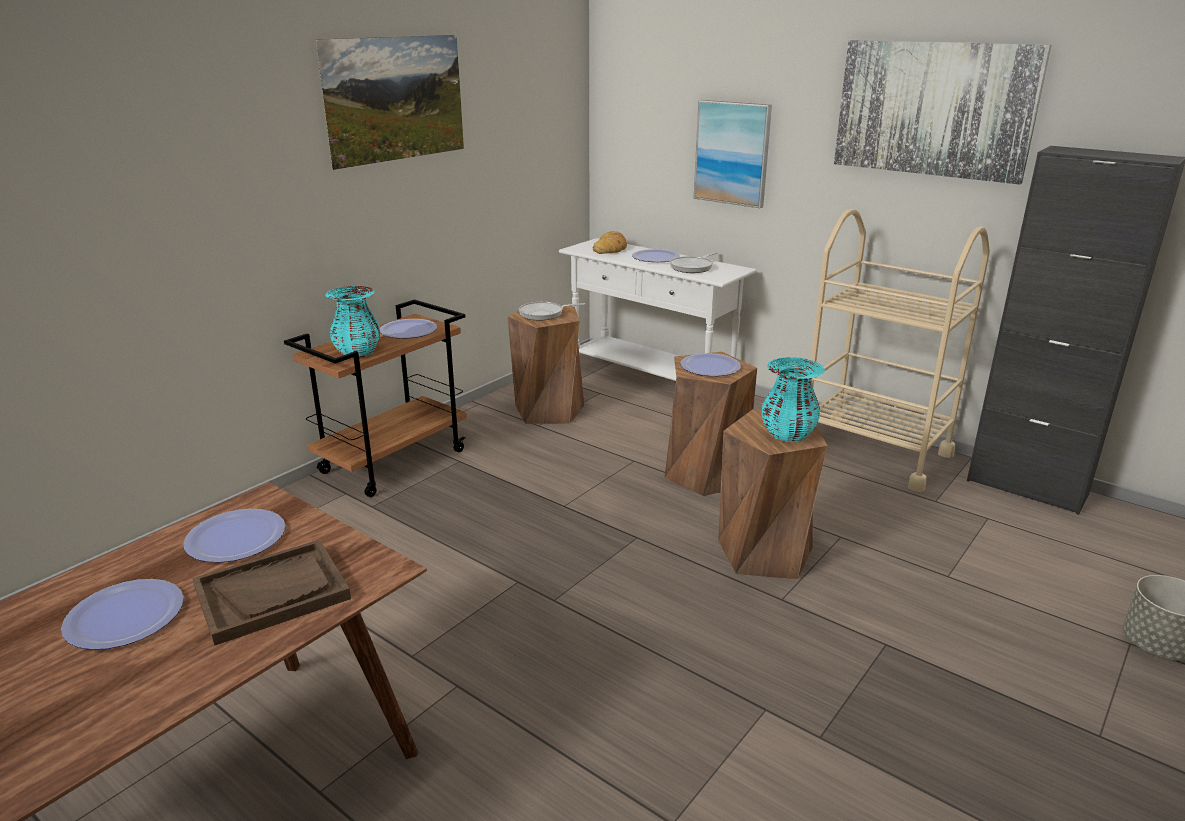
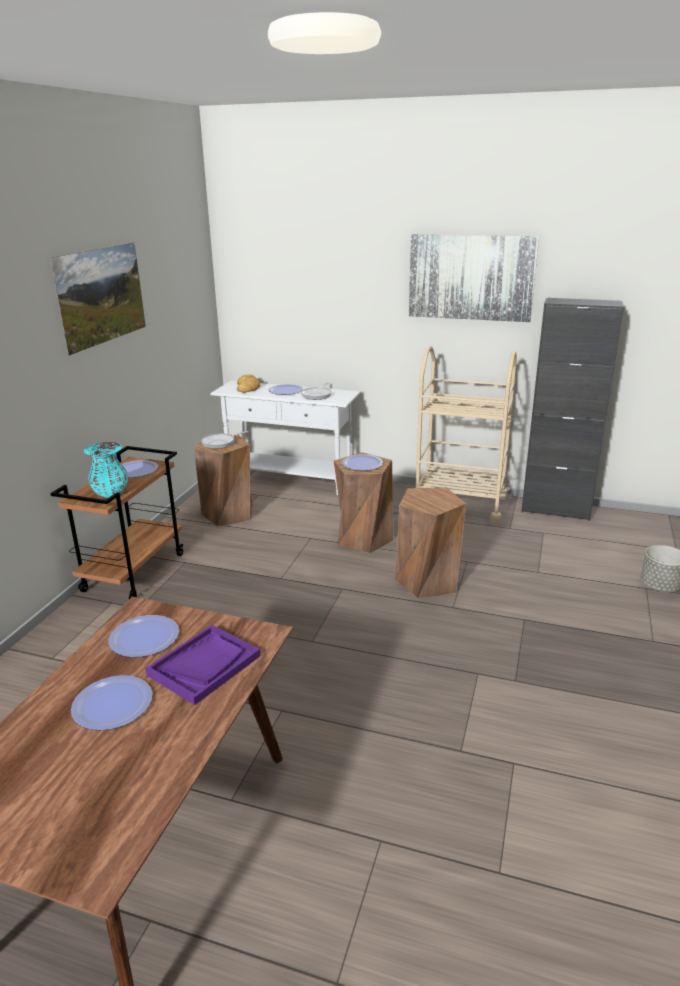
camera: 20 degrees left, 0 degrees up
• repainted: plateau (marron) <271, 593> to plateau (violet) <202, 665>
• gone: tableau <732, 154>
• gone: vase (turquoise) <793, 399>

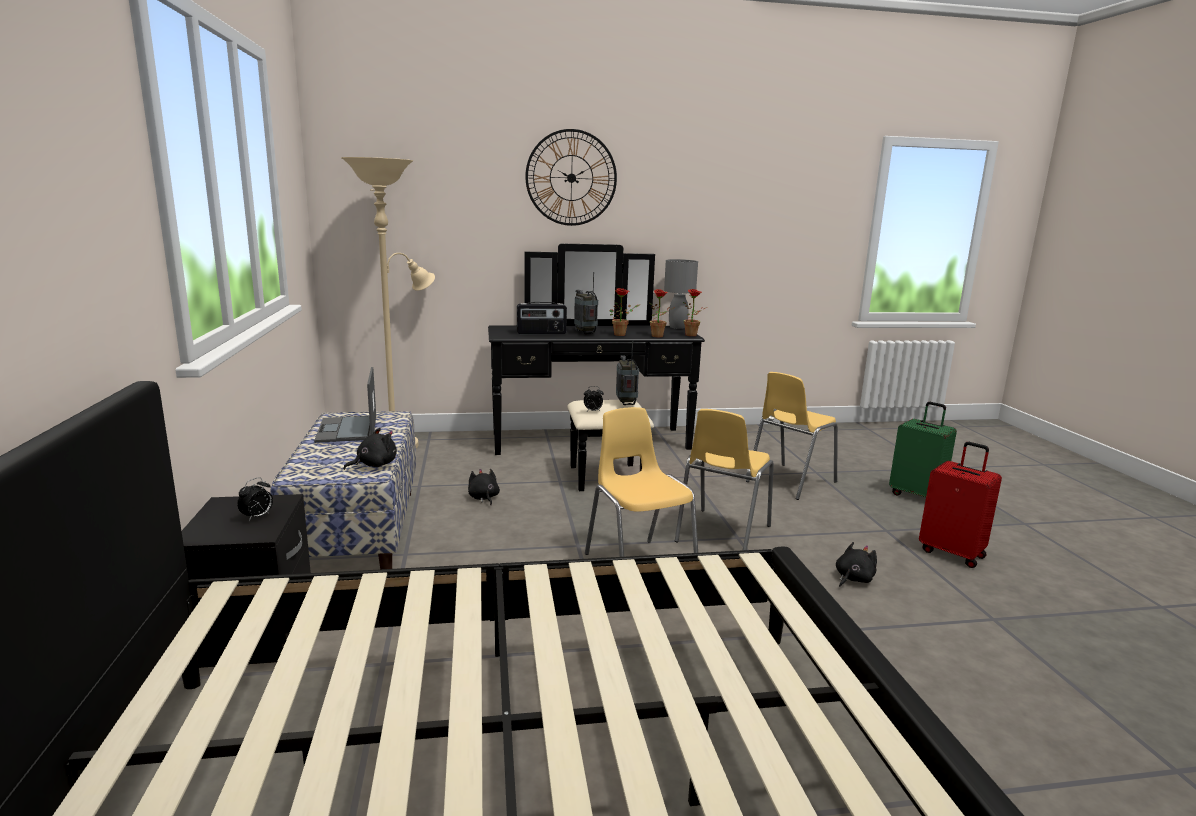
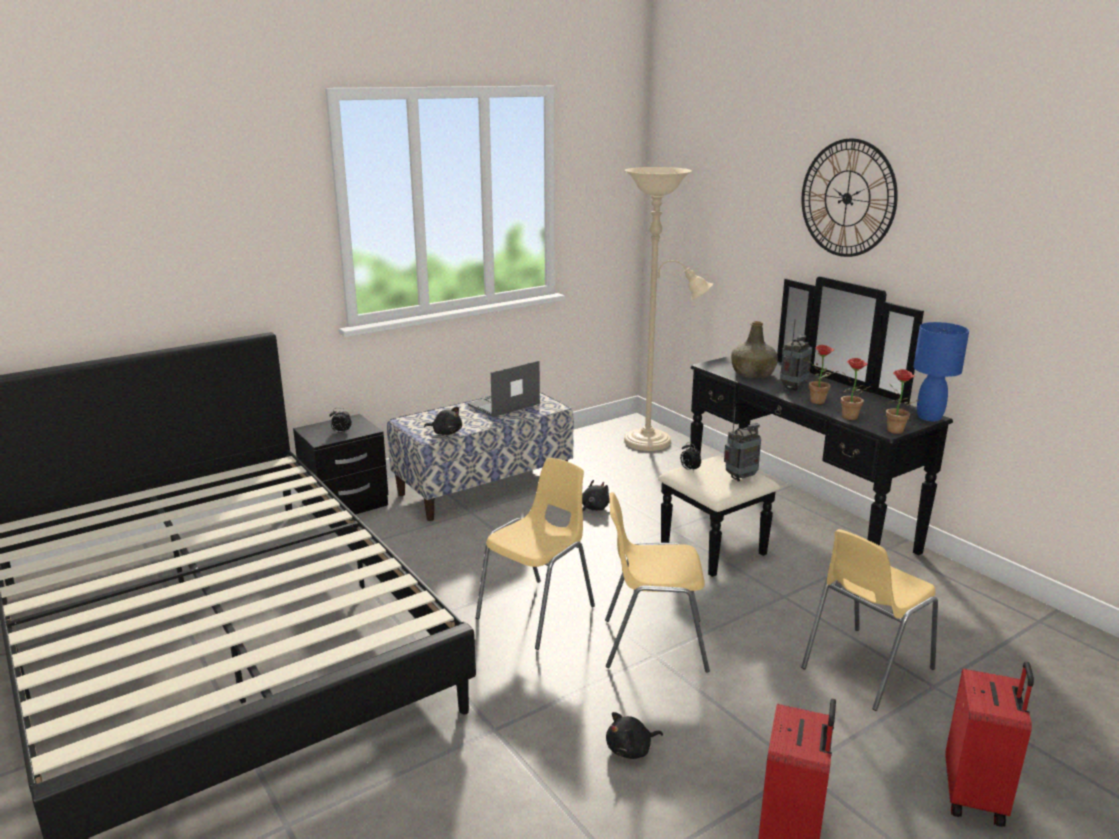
camera: 65 degrees right, 5 degrees up
• rotated: peluche (noir) <856, 564> = <634, 735> 135 degrees clockwise
• swapped: radio <542, 318> to bouteille (vert) <754, 349>
• rotated: chaise (jaune) <792, 436> = <869, 620> 60 degrees counterclockwise
• repainted: lampe de table (gris) <681, 294> to lampe de table (bleu) <941, 371>
• repainted: valise (vert) <923, 449> to valise (rouge) <989, 744>

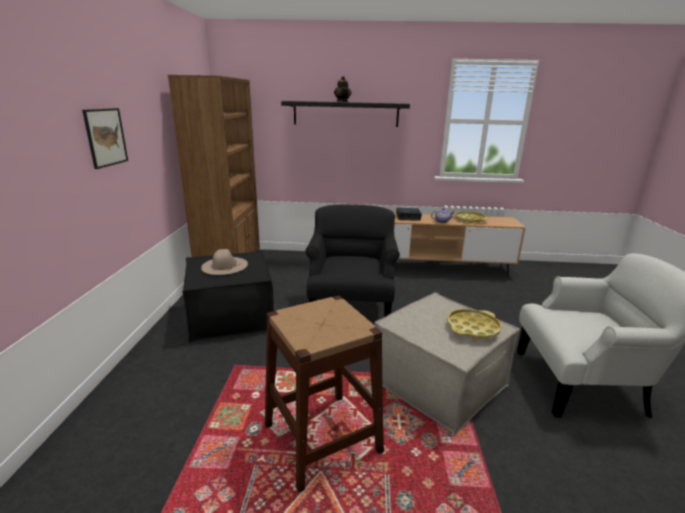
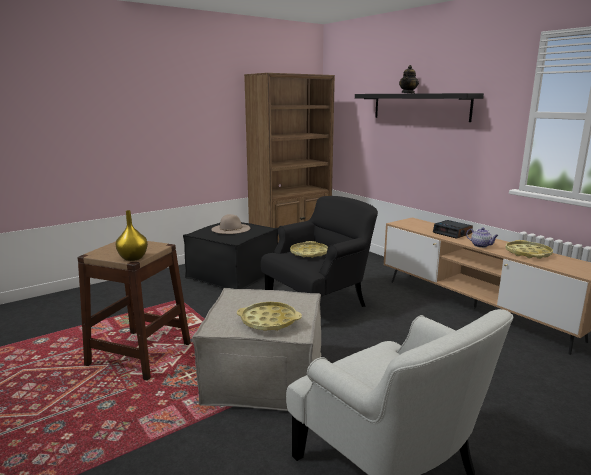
camera: 50 degrees right, 5 degrees down
• new: vase (jaune) <132, 235>
• new: plateau (jaune) <309, 249>
• gone: tableau <105, 138>

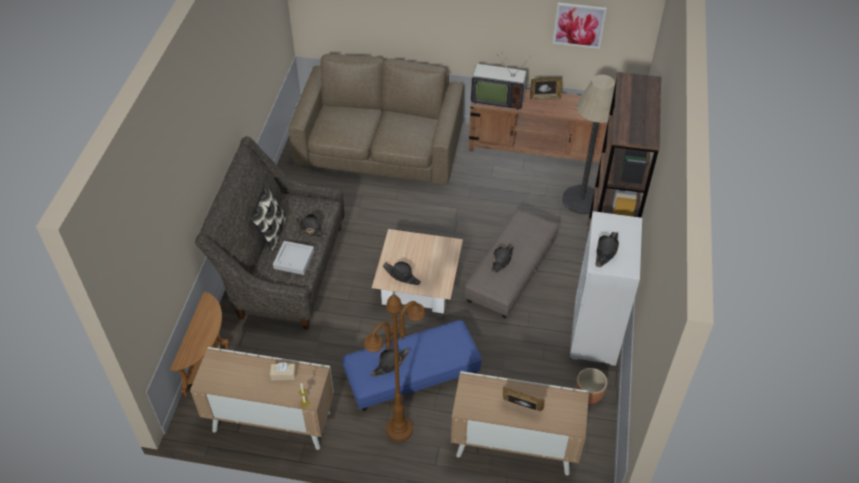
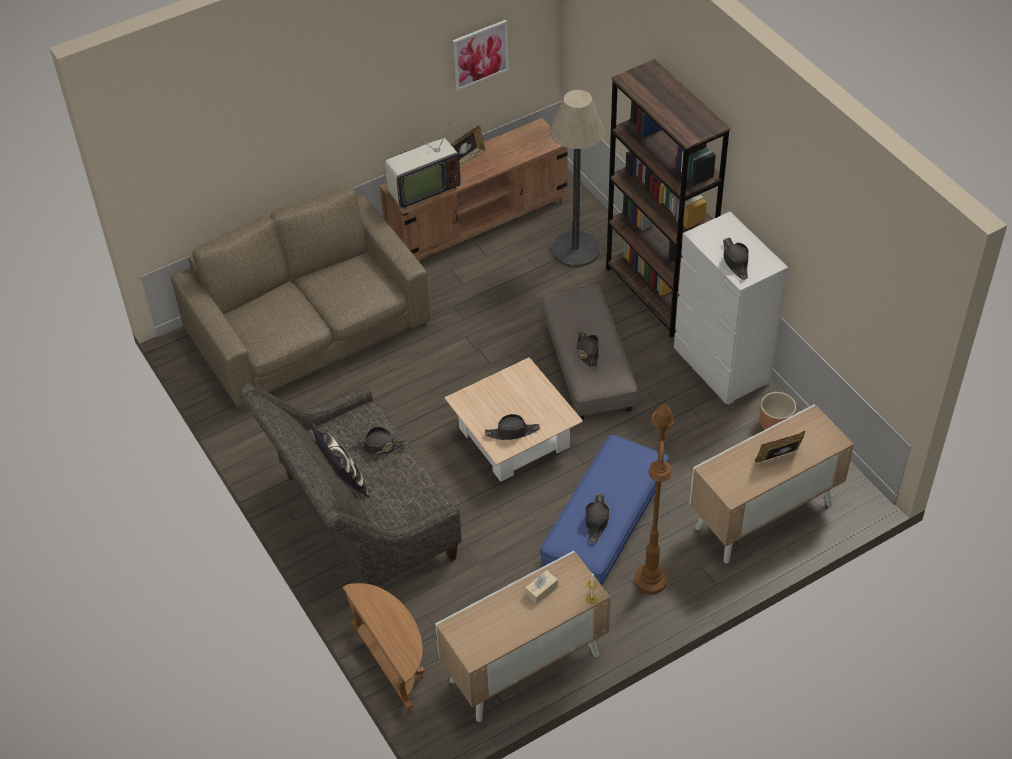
camera: 40 degrees left, 0 degrees up
• gone: plateau (gris) <293, 258>

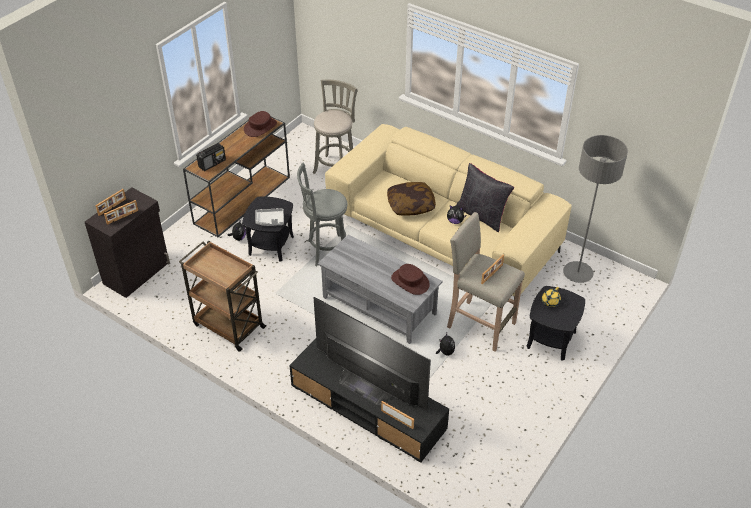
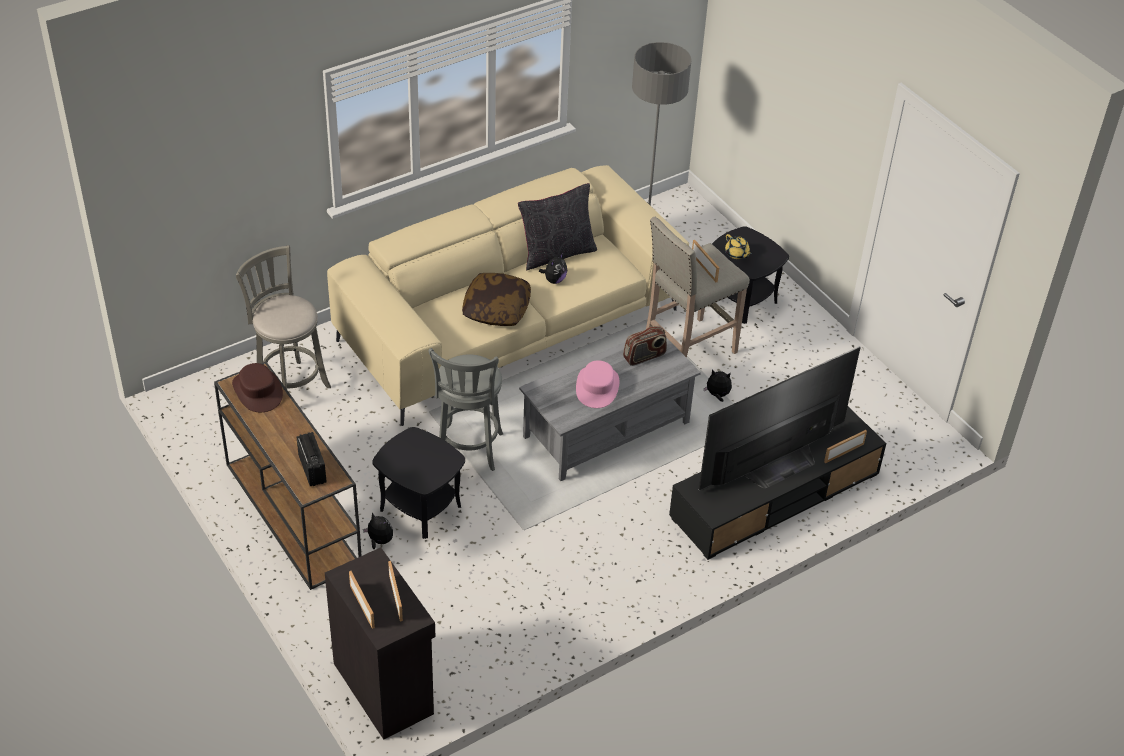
camera: 70 degrees left, 0 degrees up
• new: chapeau (rose) <597, 384>
• swapped: chapeau (marron) <410, 279> to radio <645, 346>
• gone: chariot (marron) <222, 296>
• gone: plateau (gris) <269, 217>

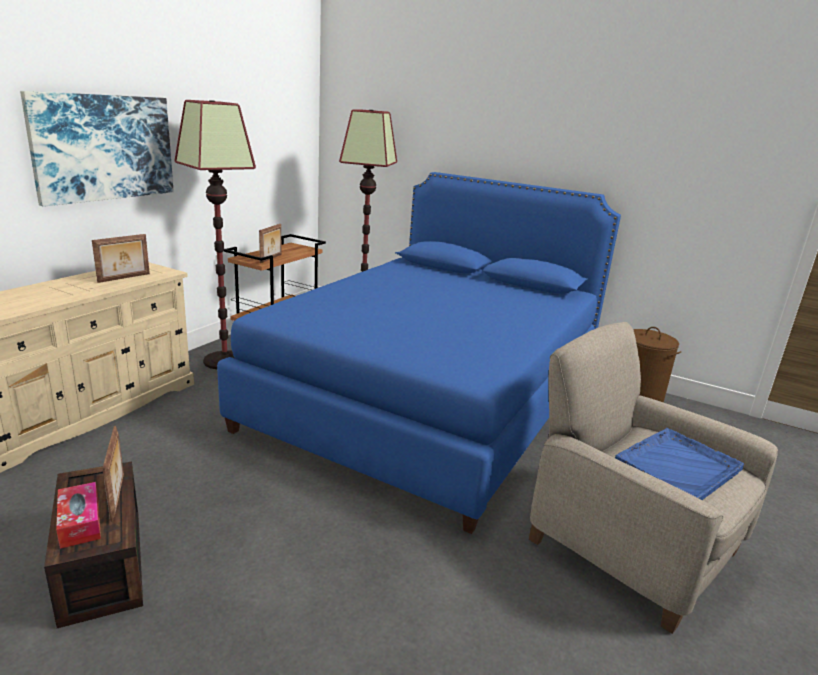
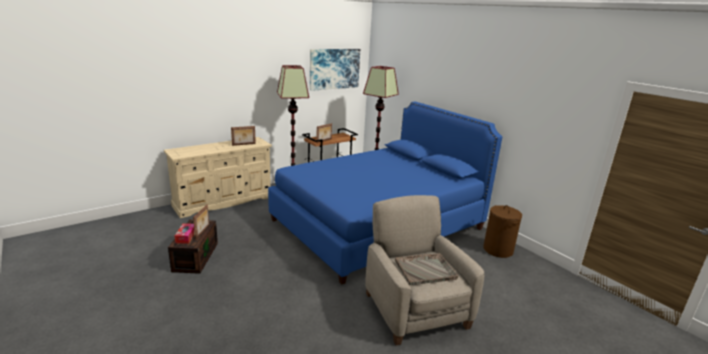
camera: 25 degrees right, 0 degrees up
• shifted: tableau <97, 149> to <335, 70>
• repainted: plateau (bleu) <679, 464> to plateau (gris) <426, 269>

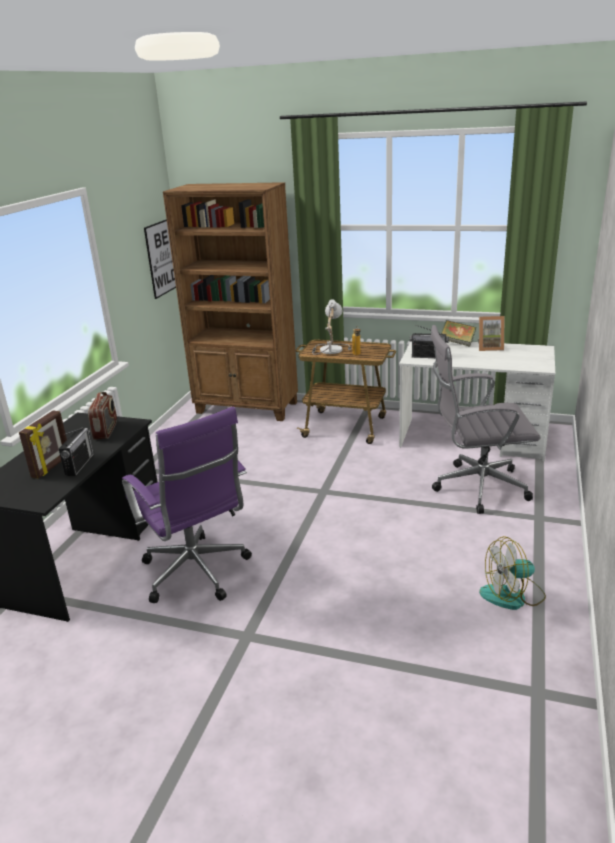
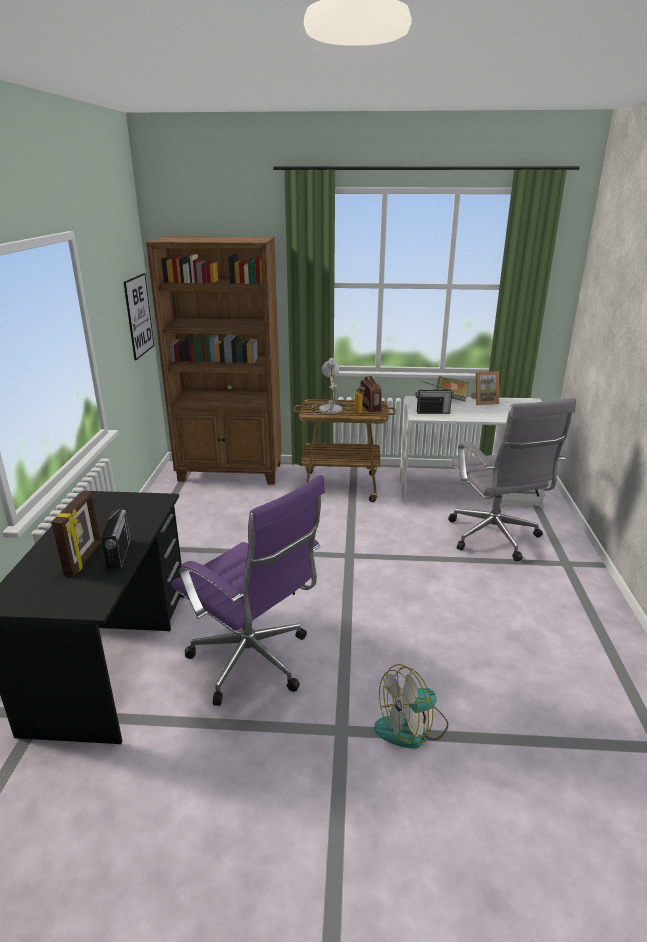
camera: 15 degrees left, 0 degrees up
• shifted: radio <102, 416> to <371, 394>
• shifted: ventilateur <512, 573> to <411, 706>
• rotated: chaise de bureau (gris) <486, 419> = <512, 479> 90 degrees counterclockwise

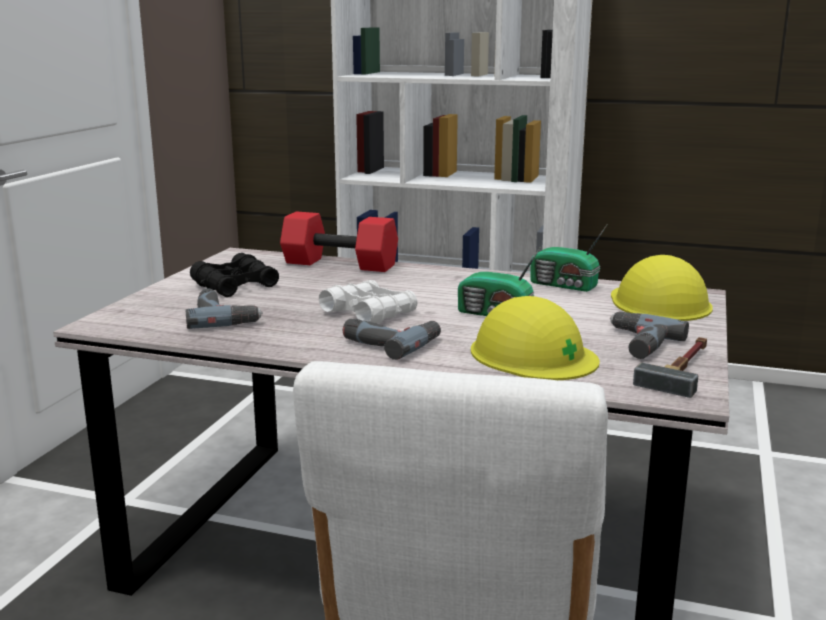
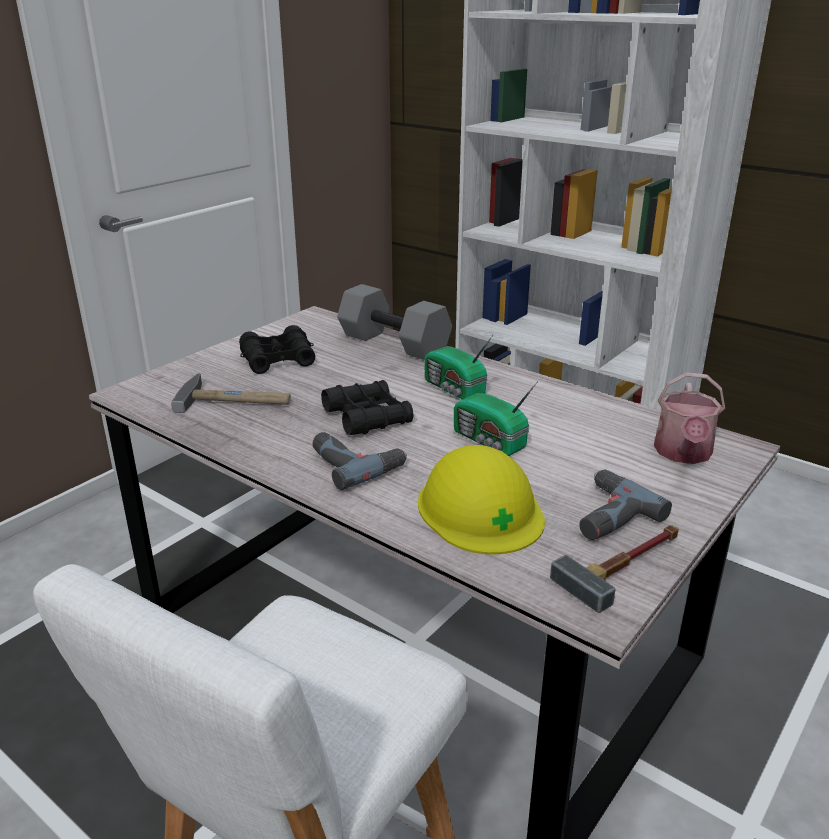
camera: 20 degrees right, 10 degrees up
• swapped: perceuse <224, 309> to marteau <231, 393>
• repainted: jumelles (blanc) <368, 302> to jumelles (noir) <367, 407>
• repainted: haltère (rouge) <339, 241> to haltère (gris) <394, 322>
• shifted: radio <569, 258> to <459, 367>
• swapped: casque de chantier (jaune) <662, 288> to arrosoir <689, 418>

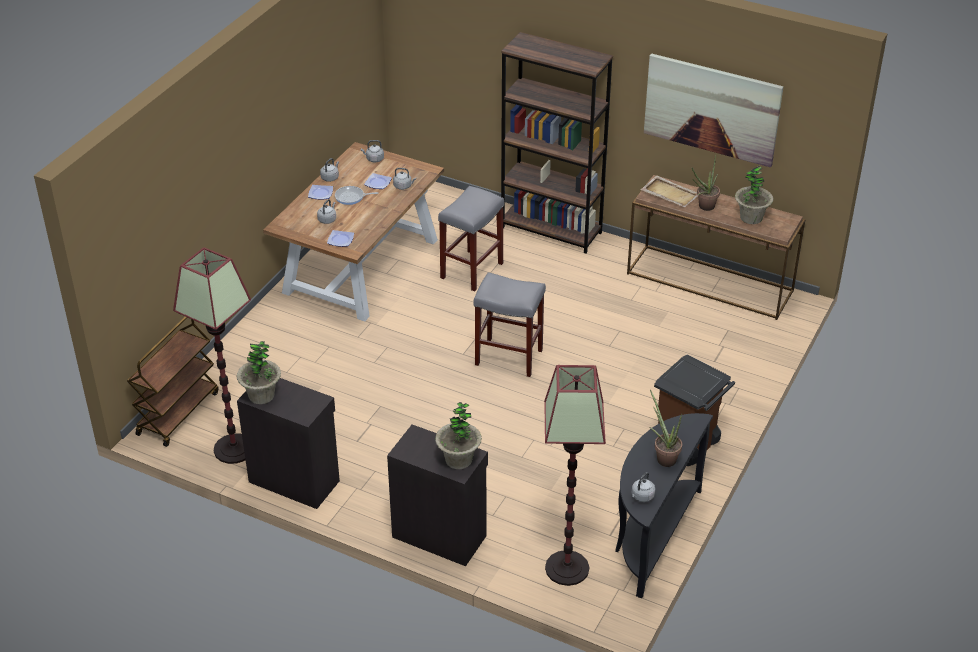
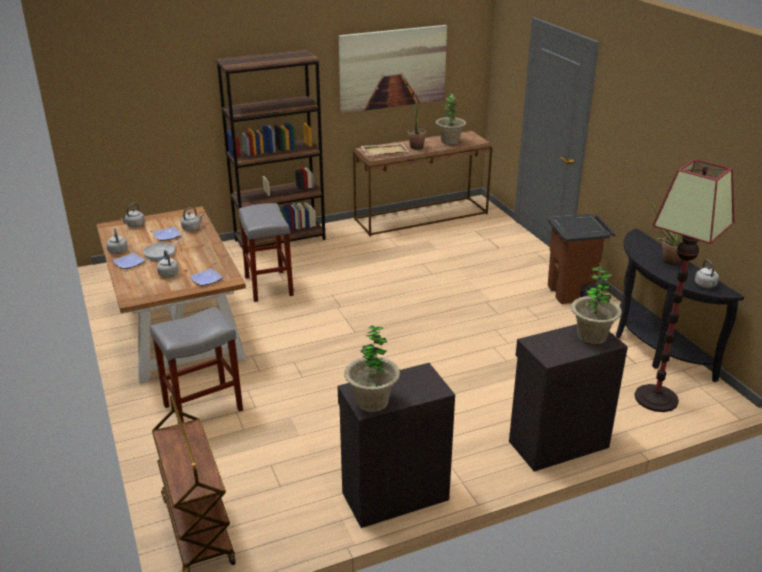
camera: 50 degrees left, 10 degrees down
• shifted: tabouret (gris) <509, 324> to <196, 365>
• gone: lampadaire <212, 355>

